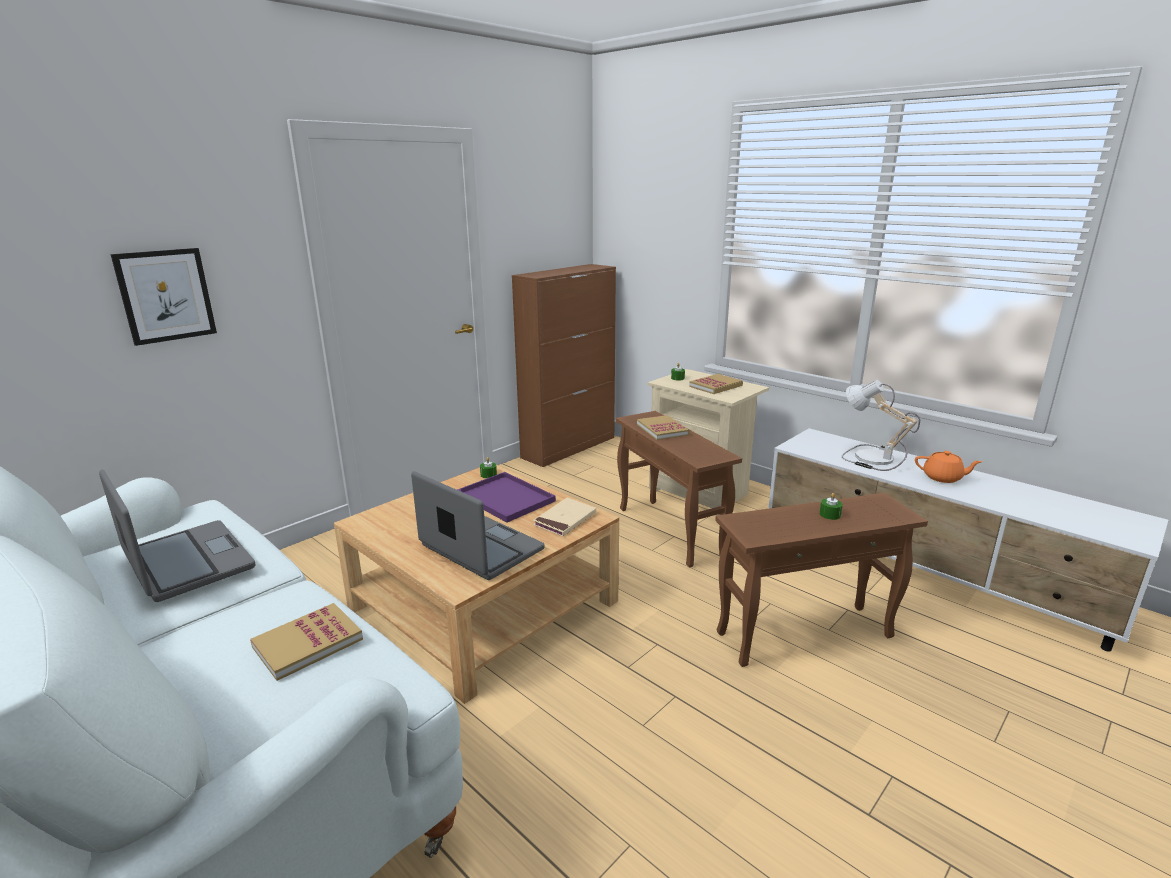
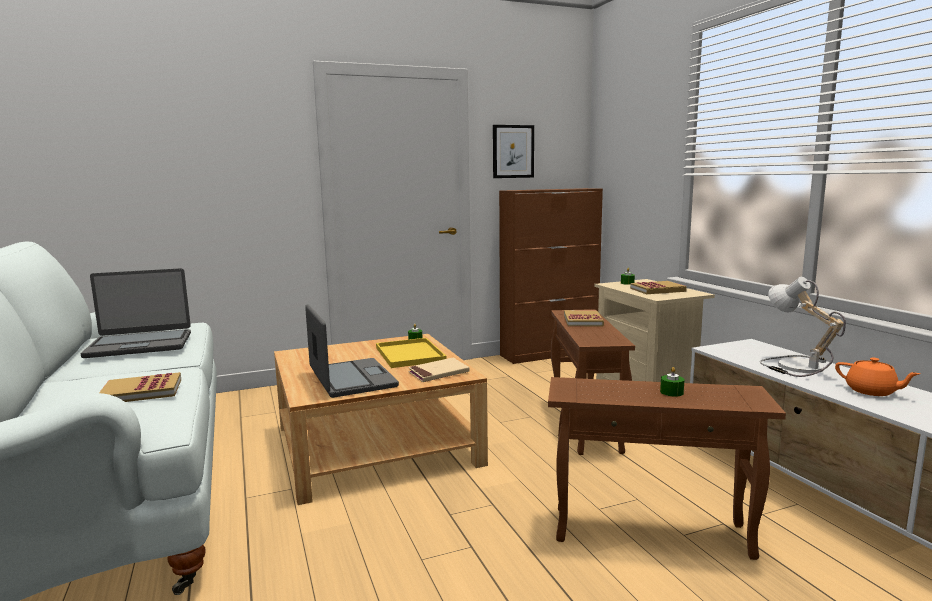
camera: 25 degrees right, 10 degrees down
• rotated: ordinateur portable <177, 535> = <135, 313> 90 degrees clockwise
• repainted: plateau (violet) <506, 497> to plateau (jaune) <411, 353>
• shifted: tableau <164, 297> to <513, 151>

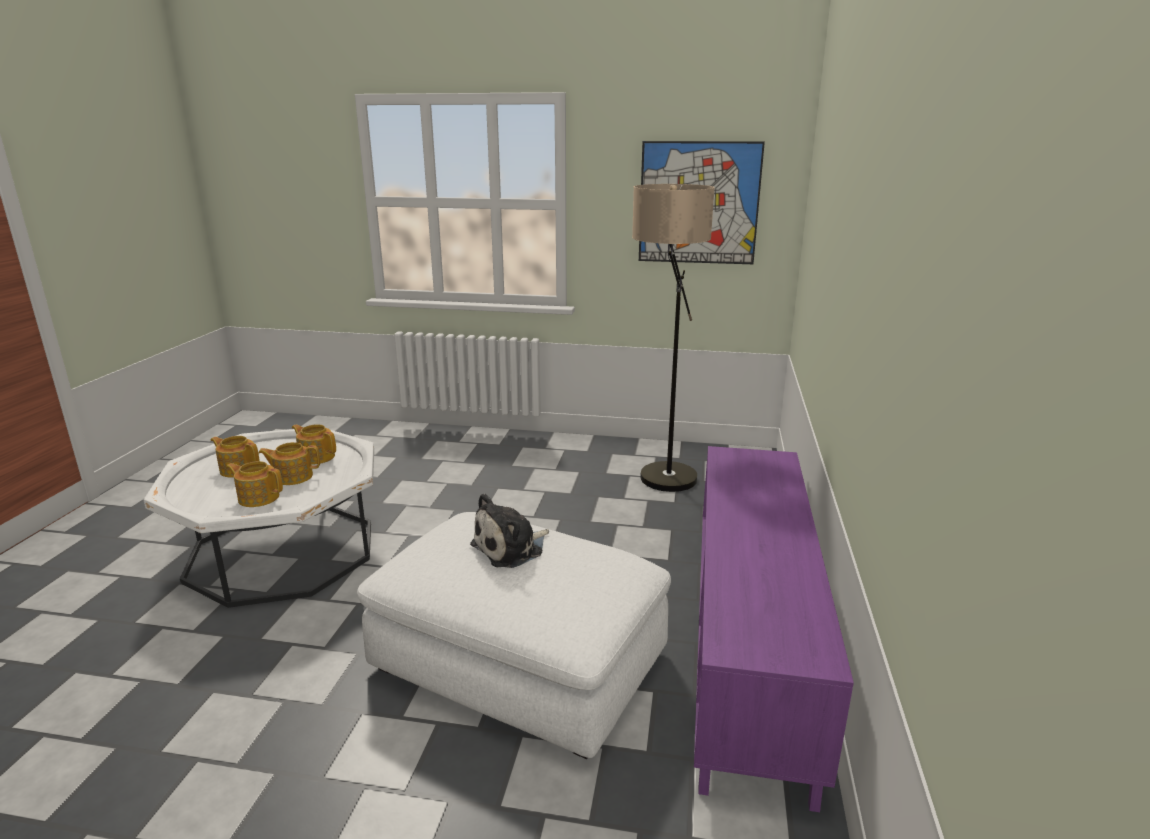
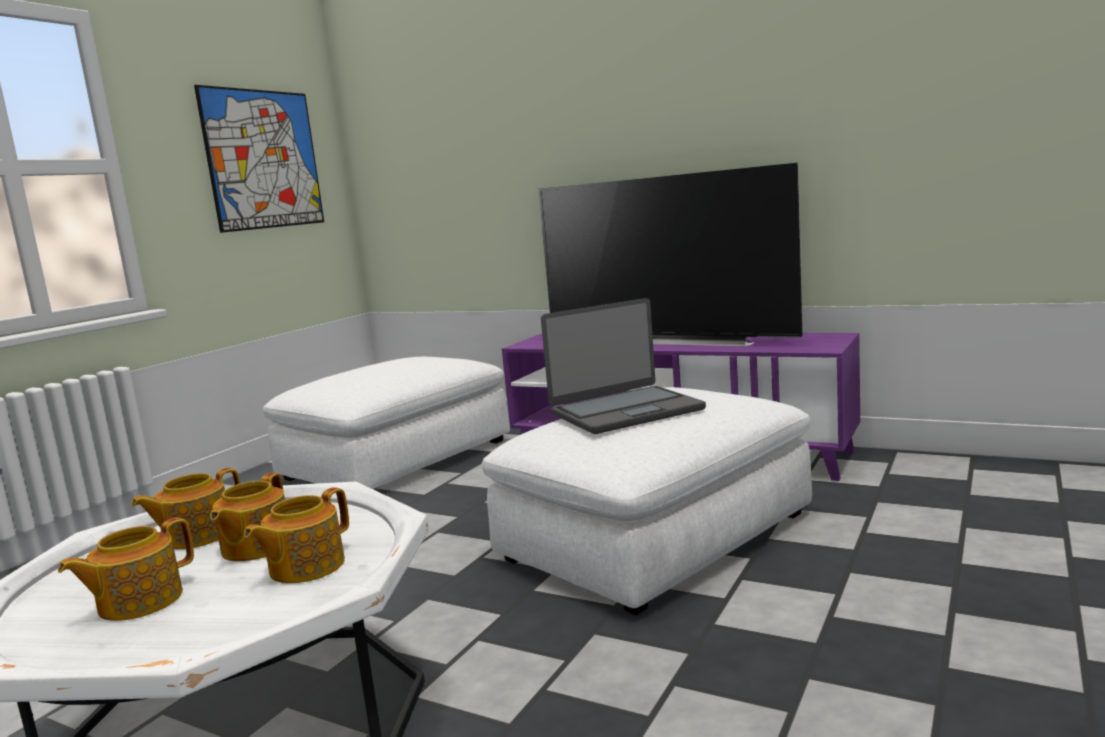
camera: 70 degrees left, 10 degrees down
• swapped: lampadaire <673, 338> to pouf (blanc) <386, 423>
• new: téléviseur <671, 254>
• swapped: peluche <509, 530> to ordinateur portable <623, 366>

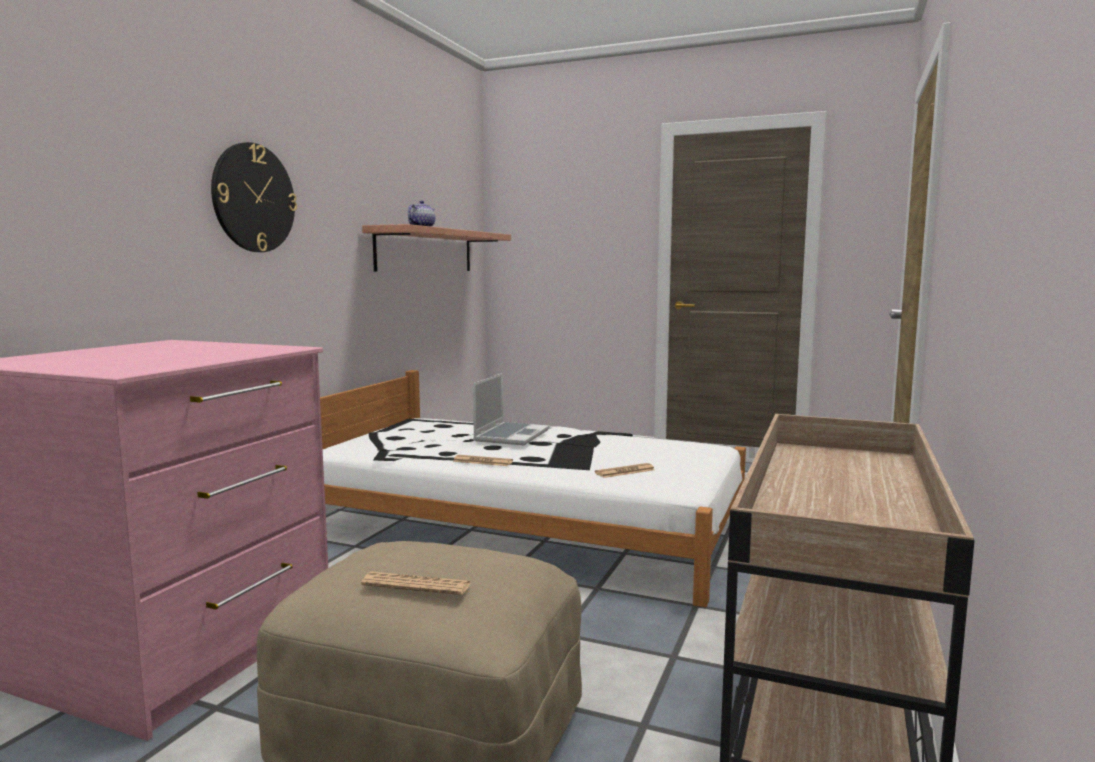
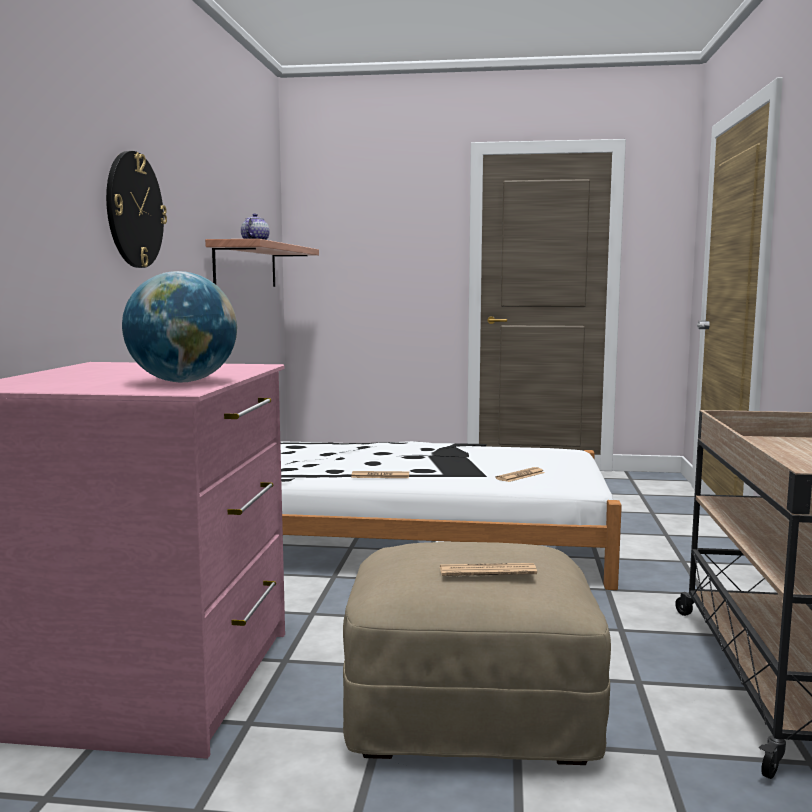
camera: 15 degrees left, 0 degrees up
• new: globe <179, 326>
• gone: ordinateur portable <511, 409>

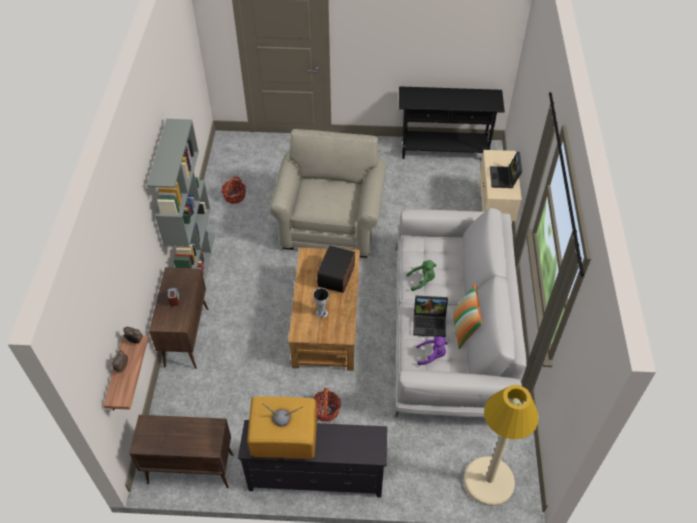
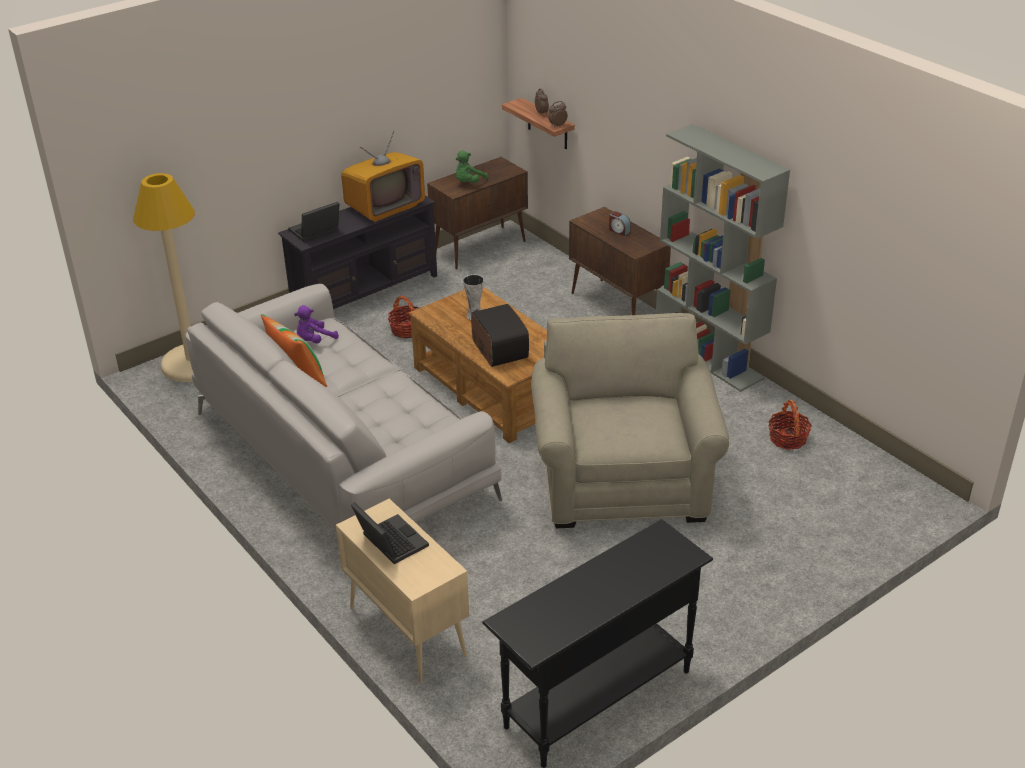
camera: 140 degrees right, 15 degrees down
• shifted: ordinateur portable <430, 316> to <313, 222>
• shifted: peluche (vert) <421, 275> to <472, 166>
• rotated: fauteuil (beige) <328, 193> = <630, 420> 150 degrees counterclockwise

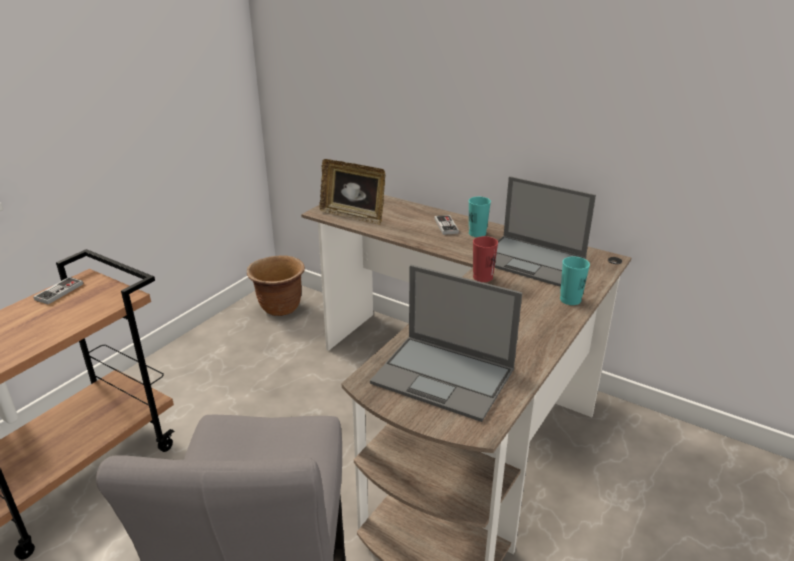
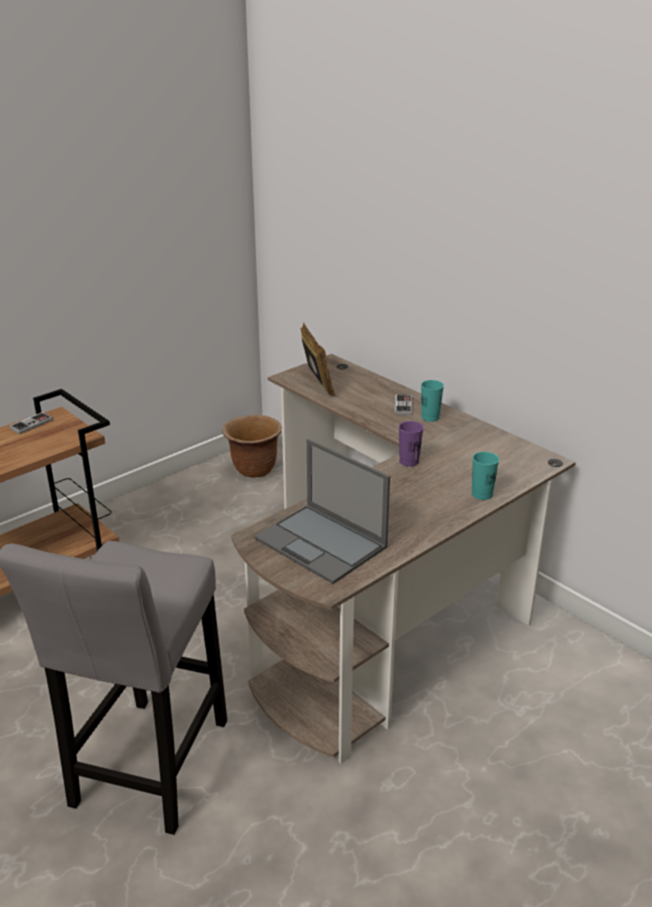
camera: 15 degrees right, 0 degrees up
• rotated: cadre photo <352, 192> = <317, 359> 150 degrees counterclockwise
• repainted: tasse (rouge) <485, 259> to tasse (violet) <411, 444>
• gone: ordinateur portable <545, 231>

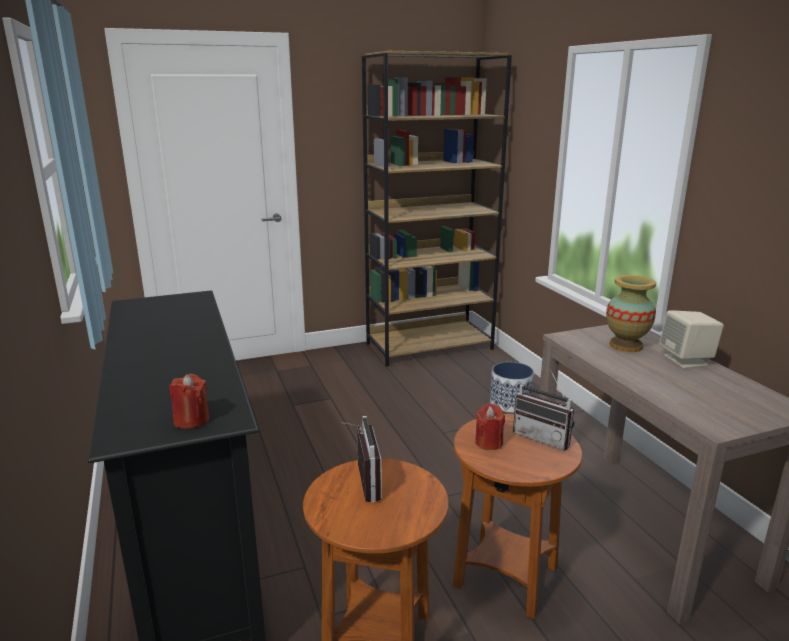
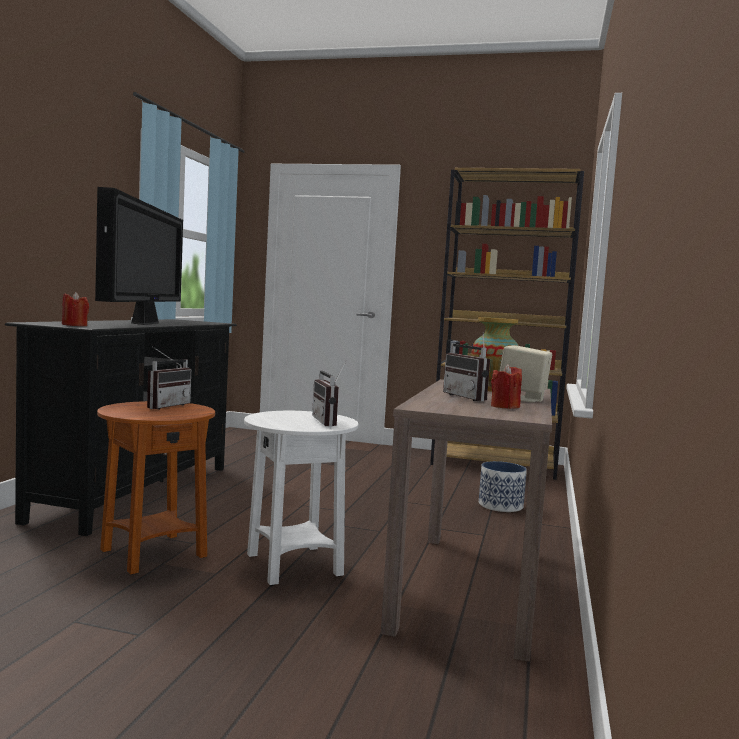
camera: 35 degrees right, 15 degrees down
• new: téléviseur <139, 256>
• repainted: table d'appoint (marron) <517, 516> to table d'appoint (blanc) <301, 498>
• new: radio <466, 366>
• shifted: bougie (rouge) <490, 426> to <506, 386>

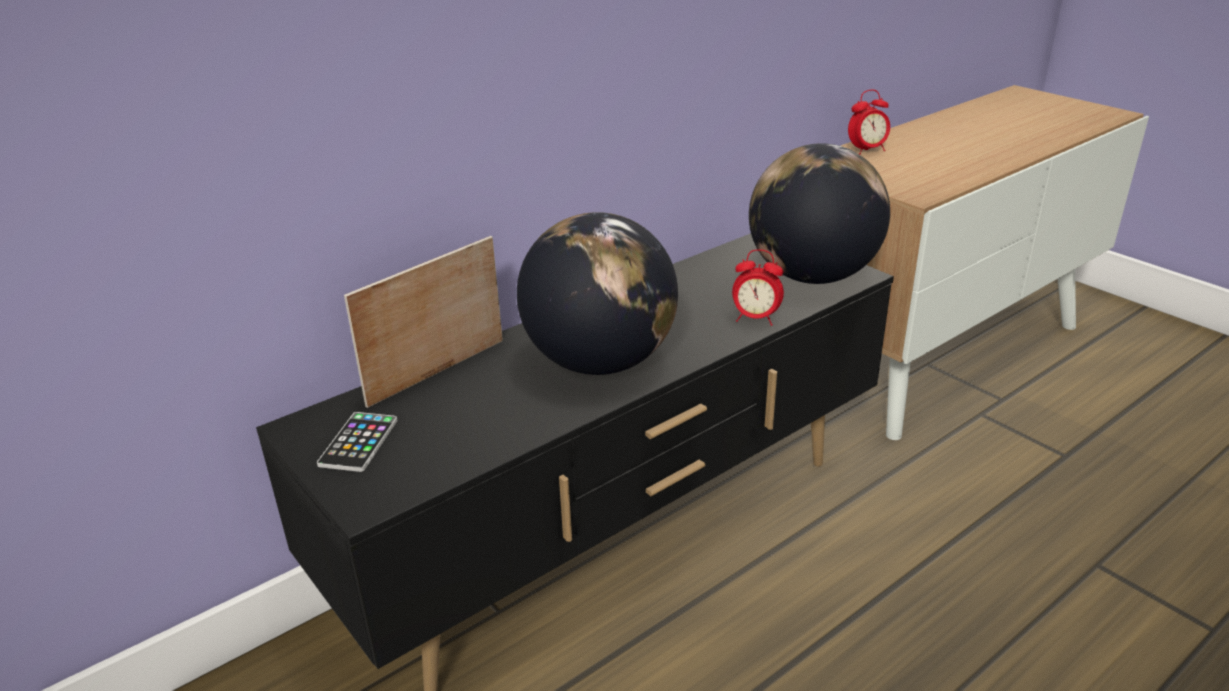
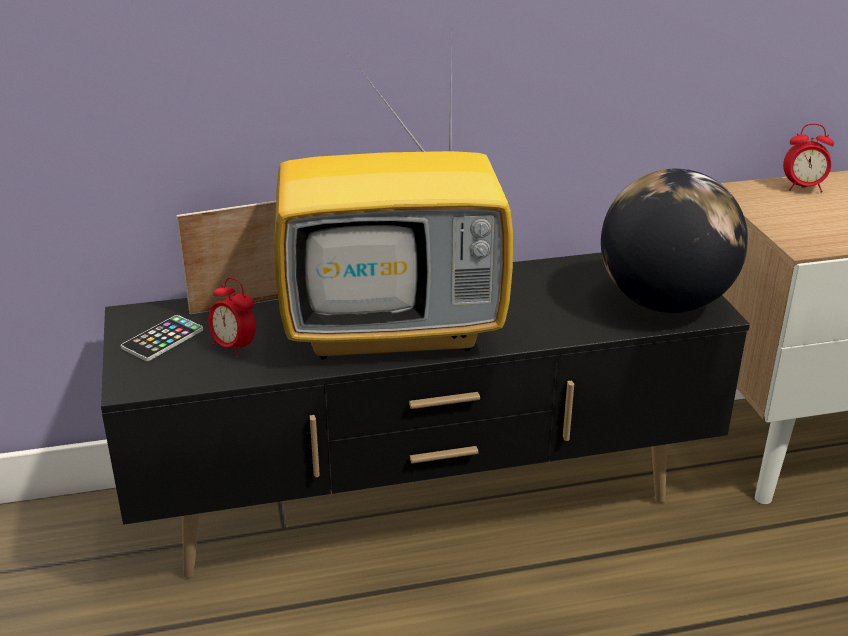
camera: 25 degrees right, 0 degrees up
• shifted: réveil <758, 287> to <232, 318>
• swapped: globe <597, 293> to téléviseur <393, 202>

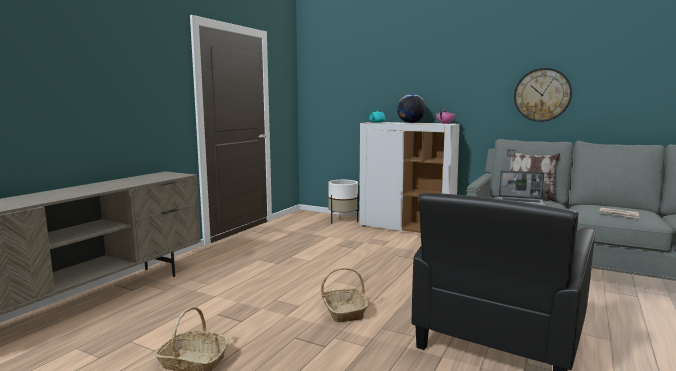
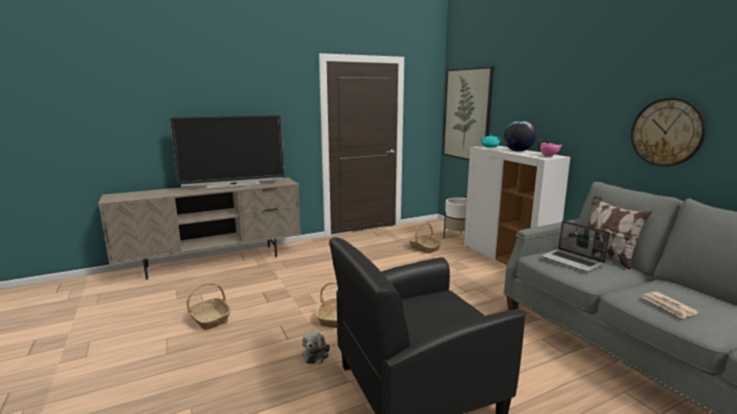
camera: 35 degrees right, 5 degrees up
• new: téléviseur <227, 152>
• new: peluche <316, 348>
• new: panier <425, 238>
• new: tableau <468, 113>

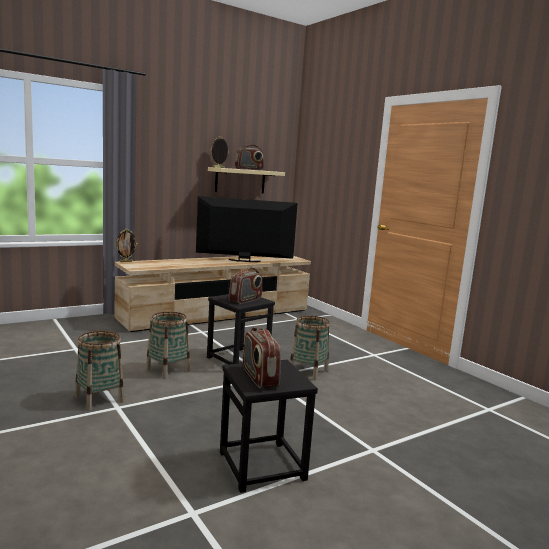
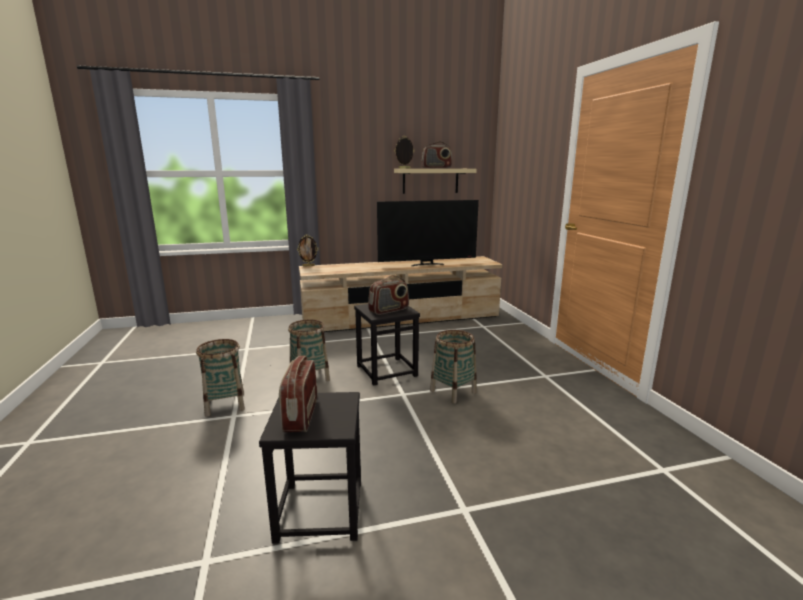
camera: 20 degrees right, 5 degrees up
• rotated: téléviseur <247, 229> = <428, 233> 150 degrees clockwise

